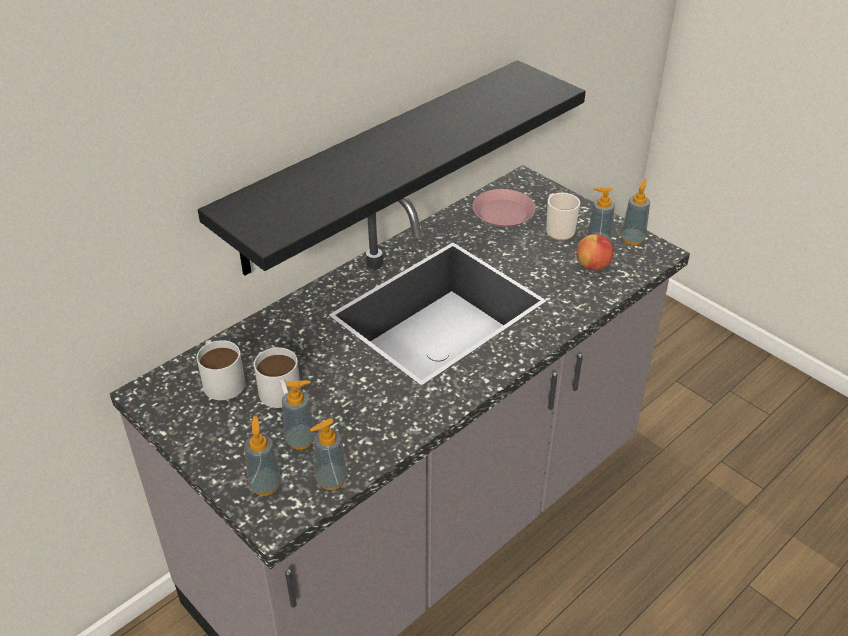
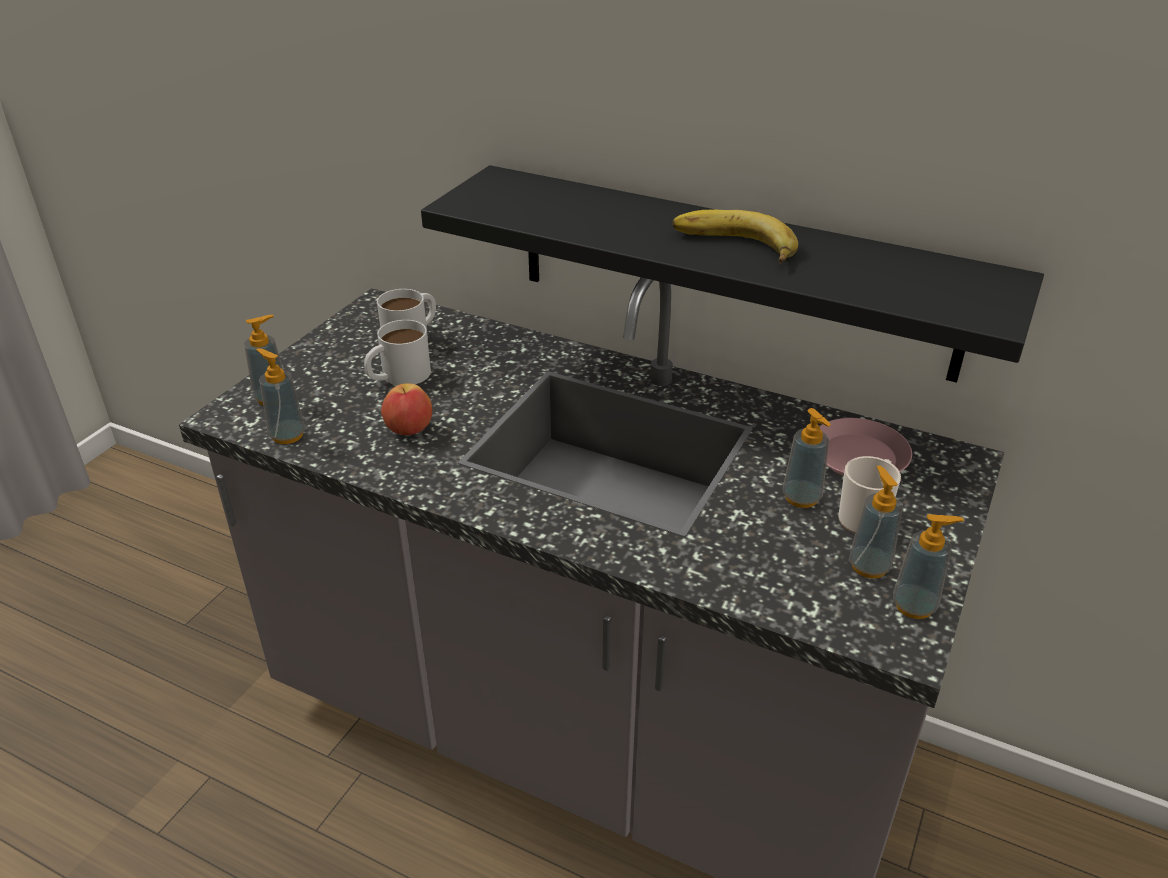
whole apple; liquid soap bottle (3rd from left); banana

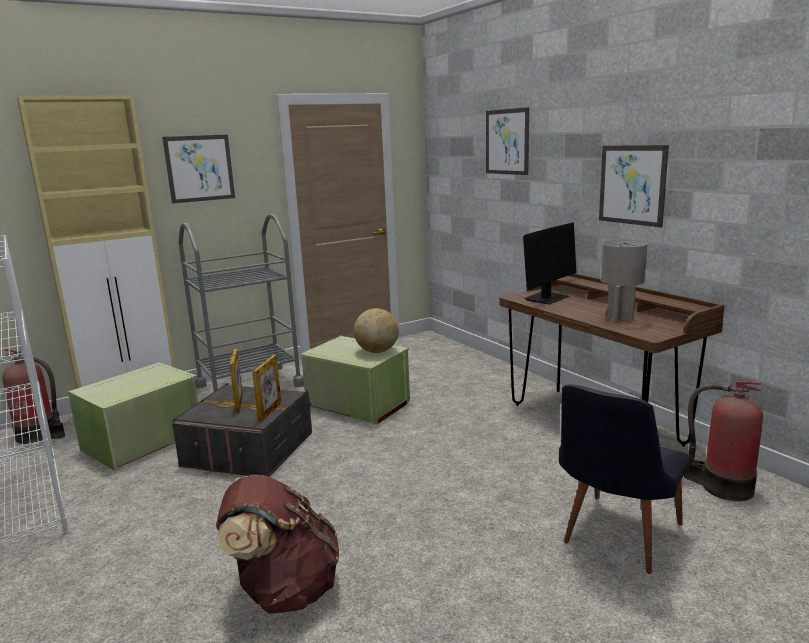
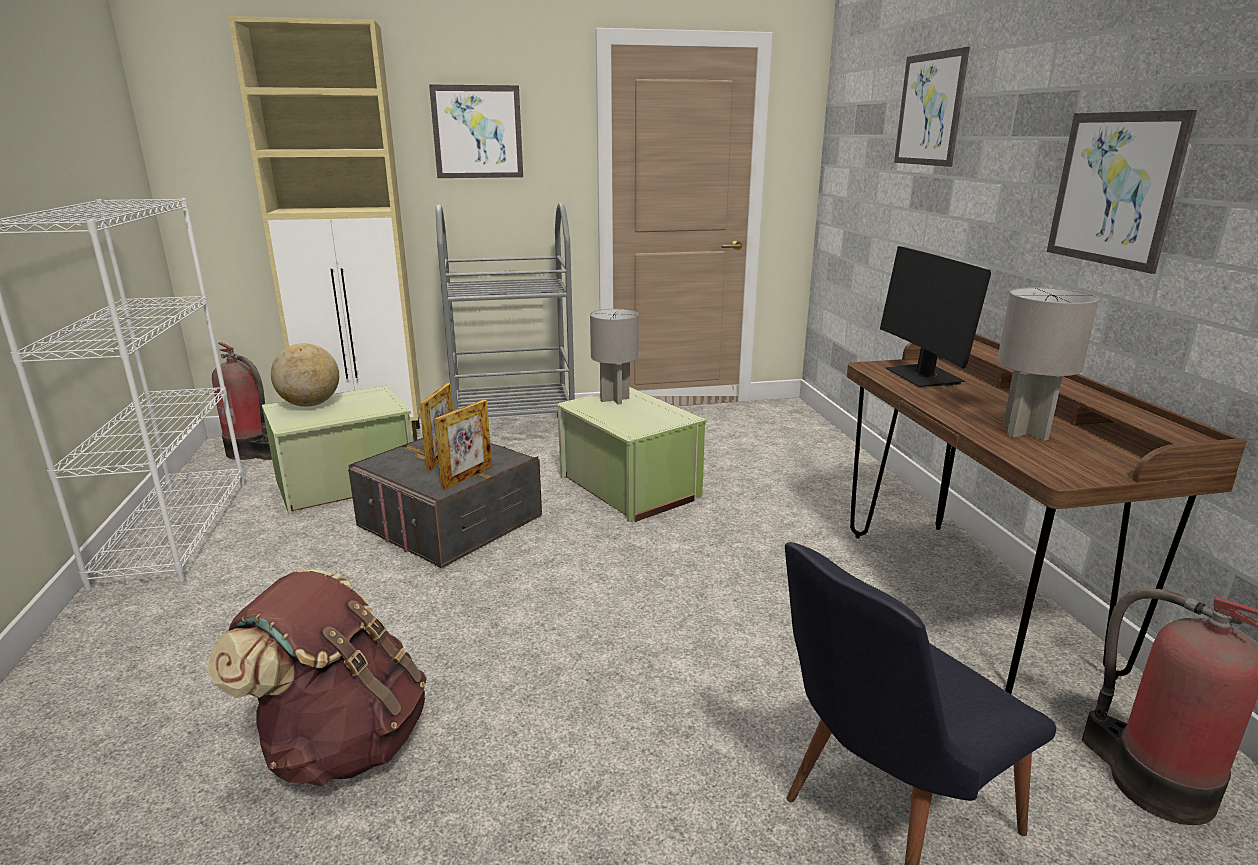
computer display; globe; gray table lamp (1st from left)

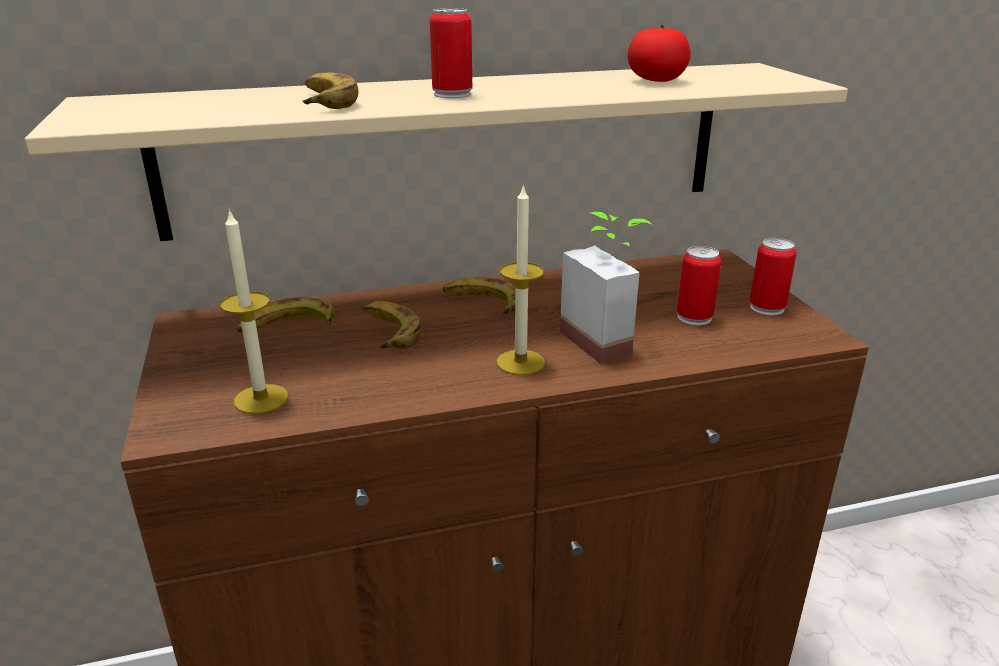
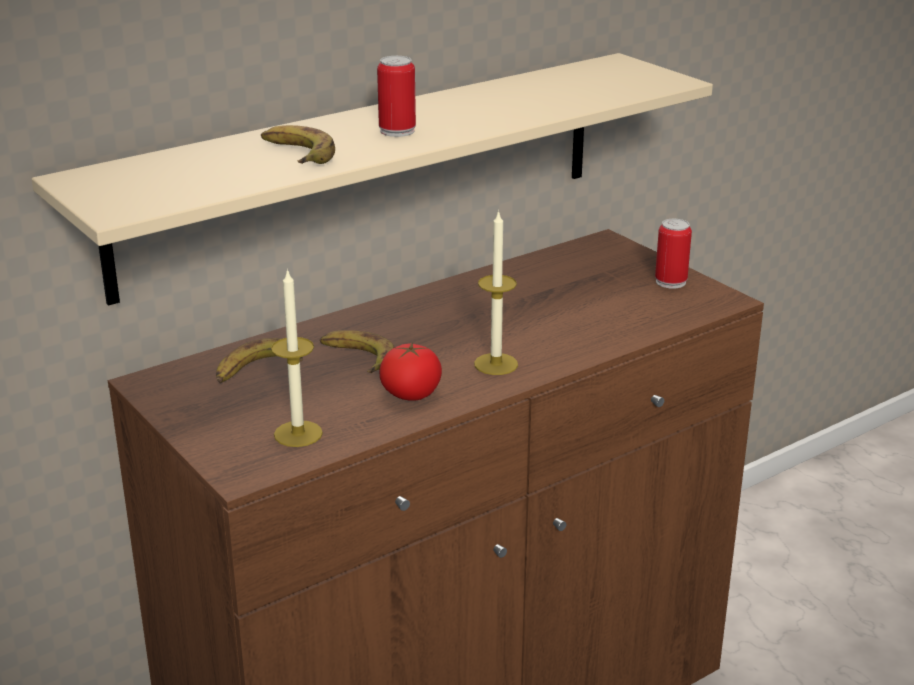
tomato; potted plant; metal can (2nd from left in the first image); banana (4th from left in the first image)

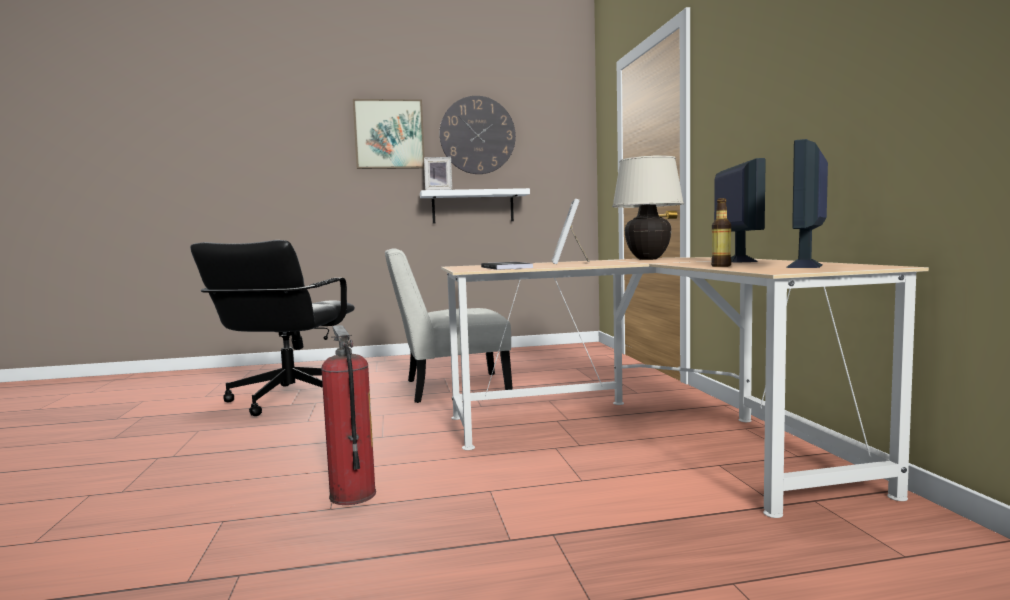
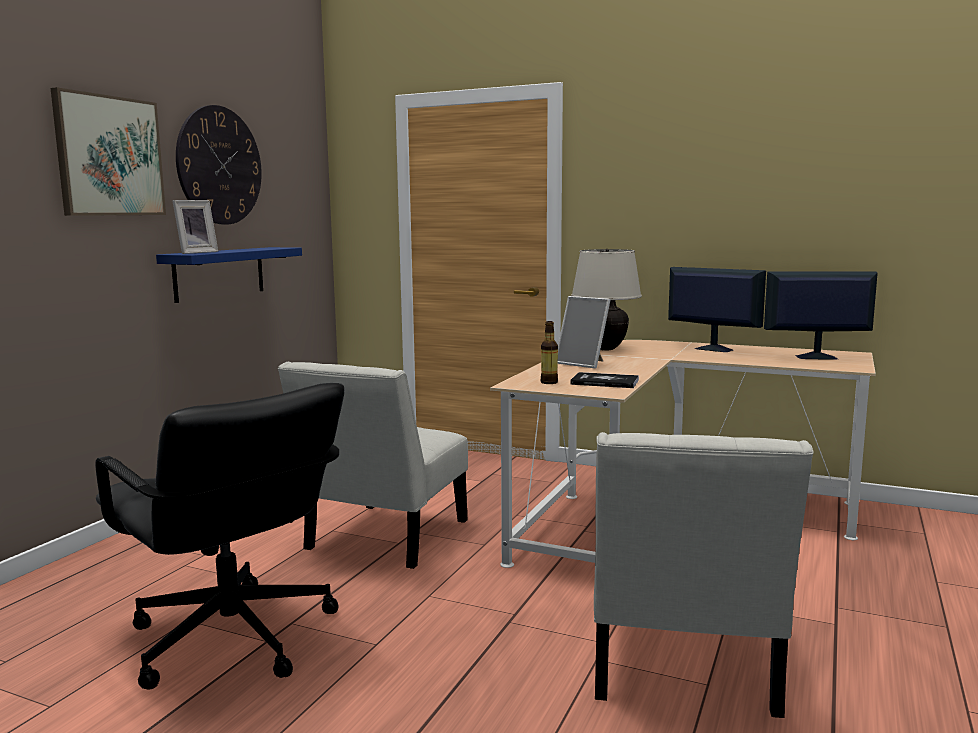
computer display (2nd from left); blue-coloured wall shelf; beverage bottle; white plain chair (2nd from left)

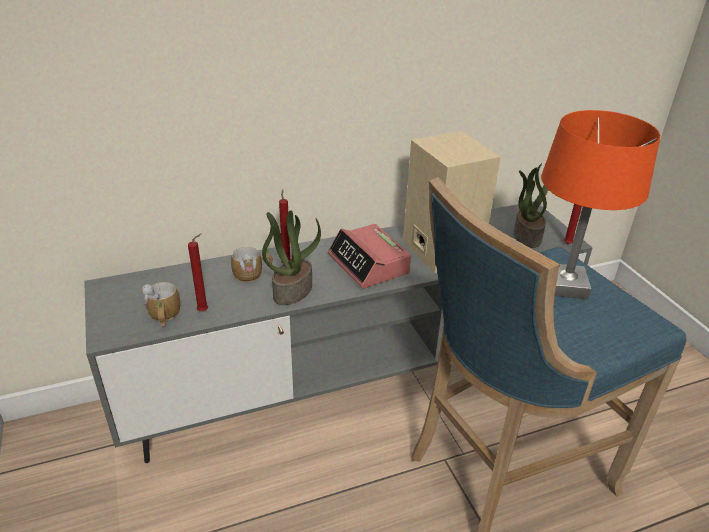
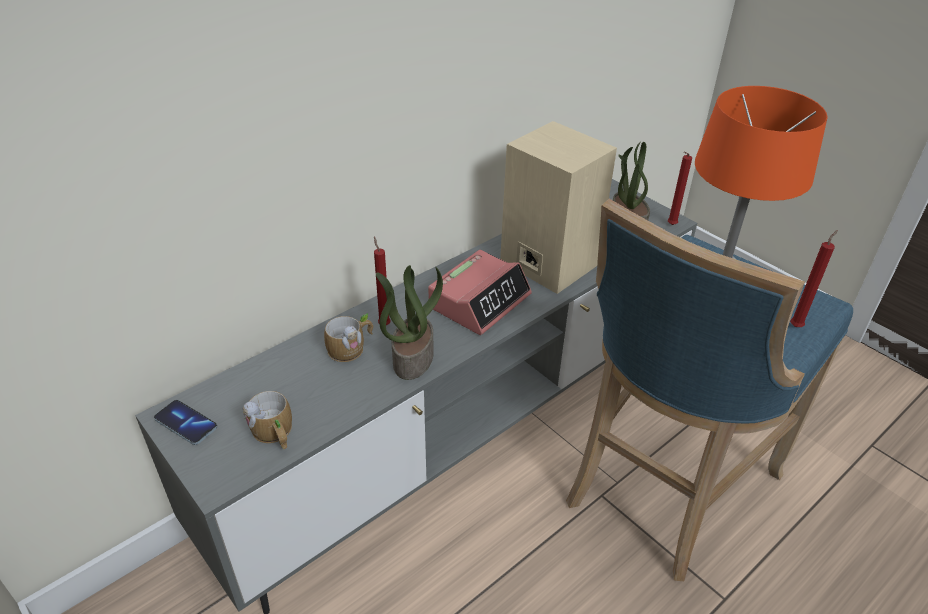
table clock; red candle (3rd from left); phone

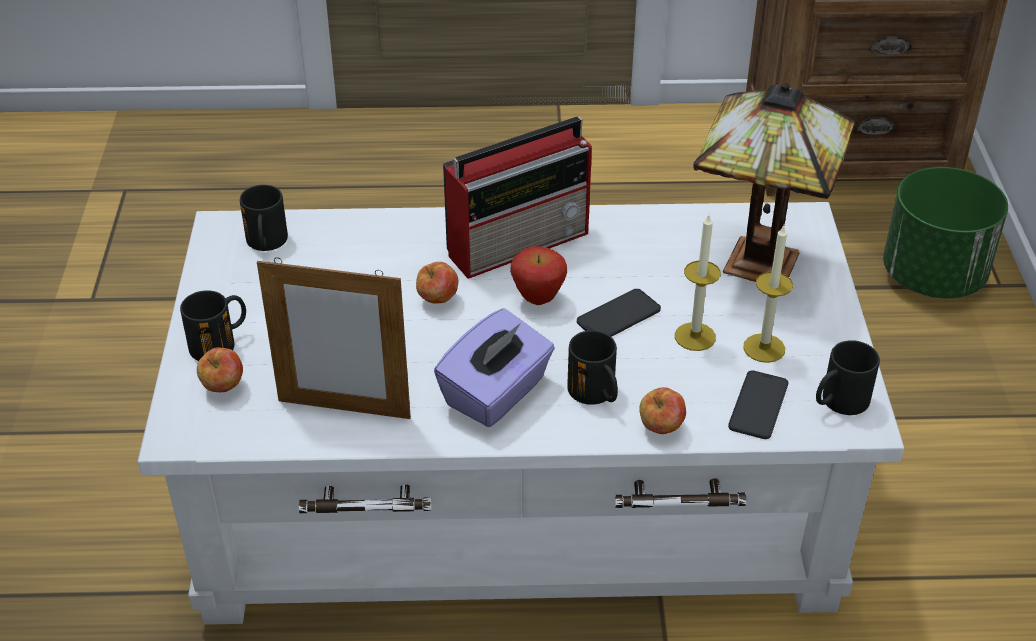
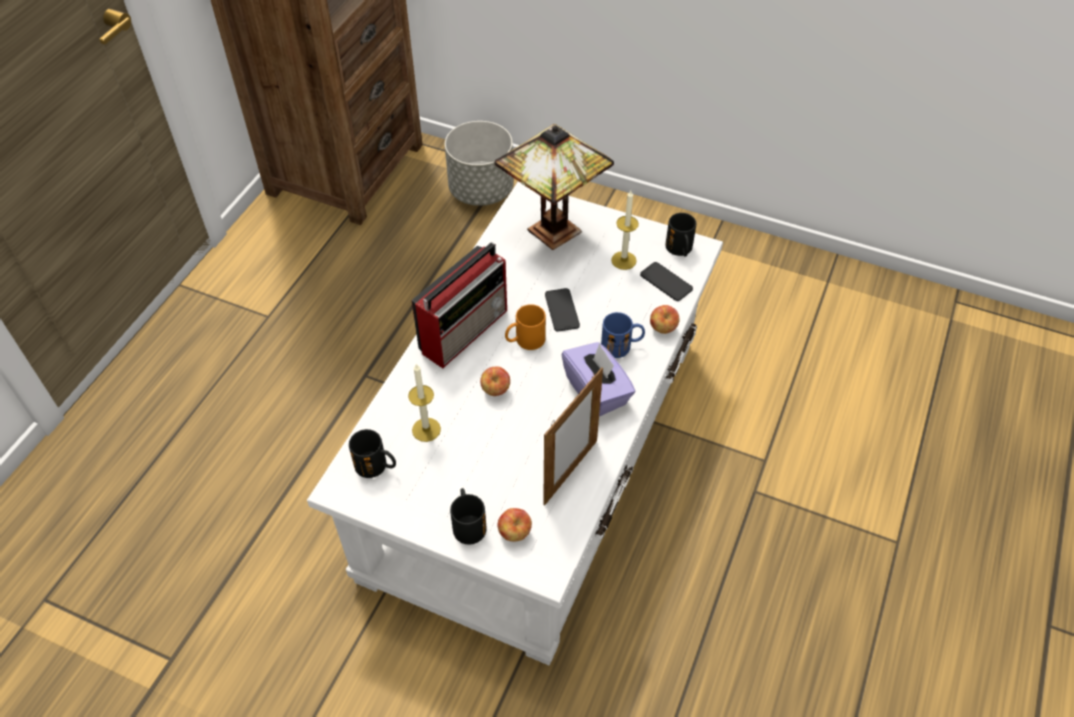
radio receiver; gray flower pot; candle (1st from left); orange mug; blue-coloured mug

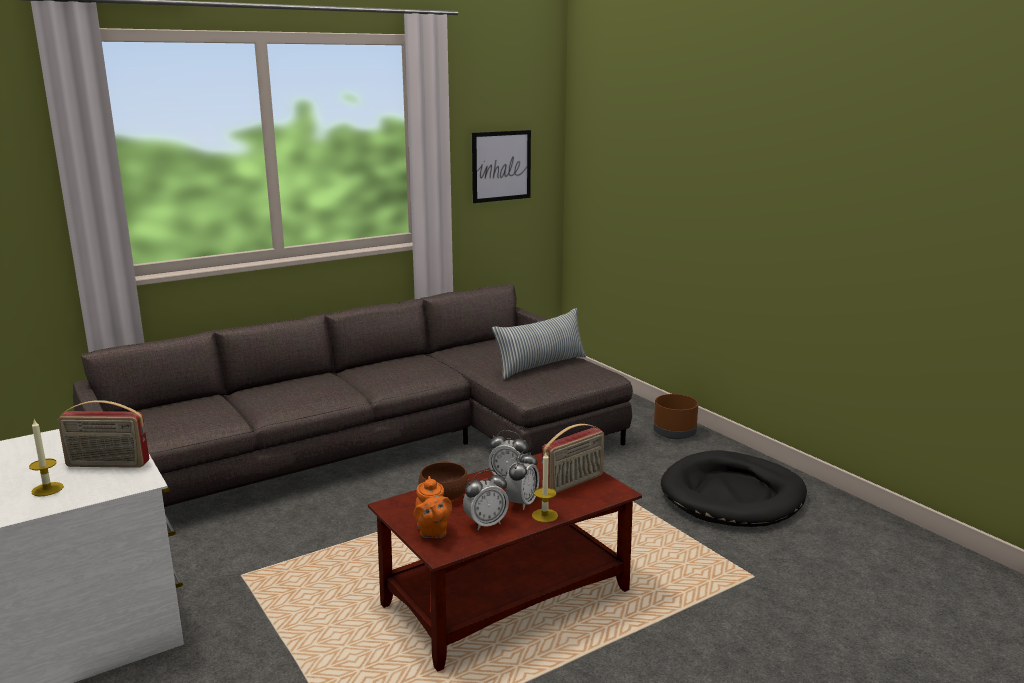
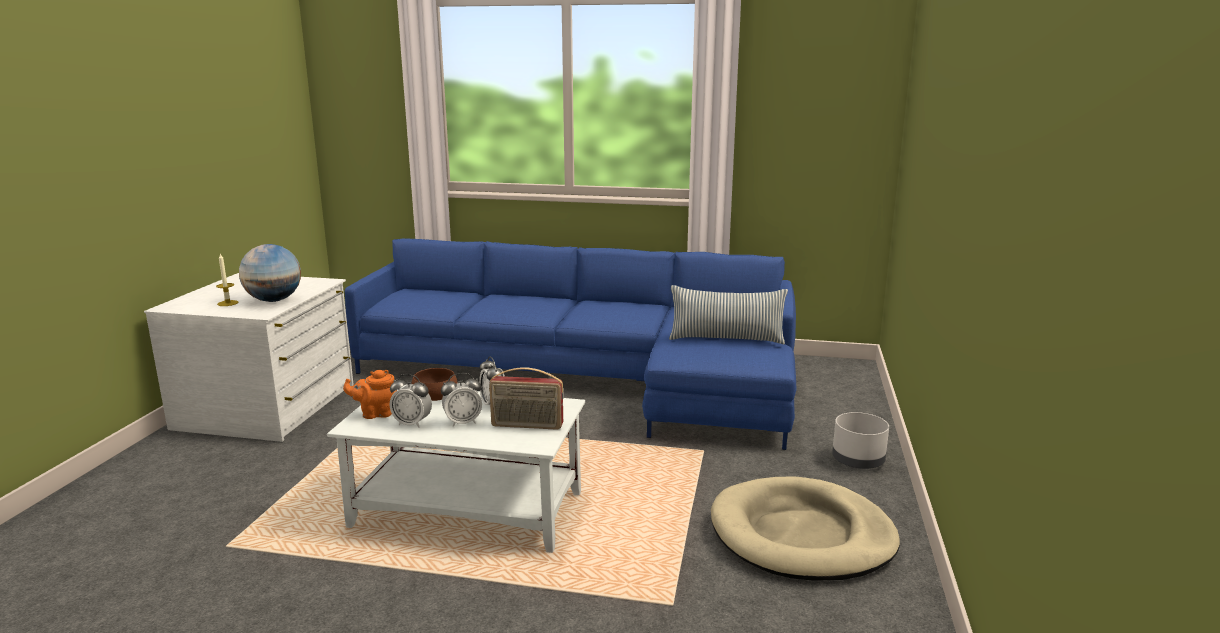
wall art; blue-coloured couch; gray flower pot; globe; beige-coloured dog bed; candle (2nd from left in the first image); white lounge table; orange teapot

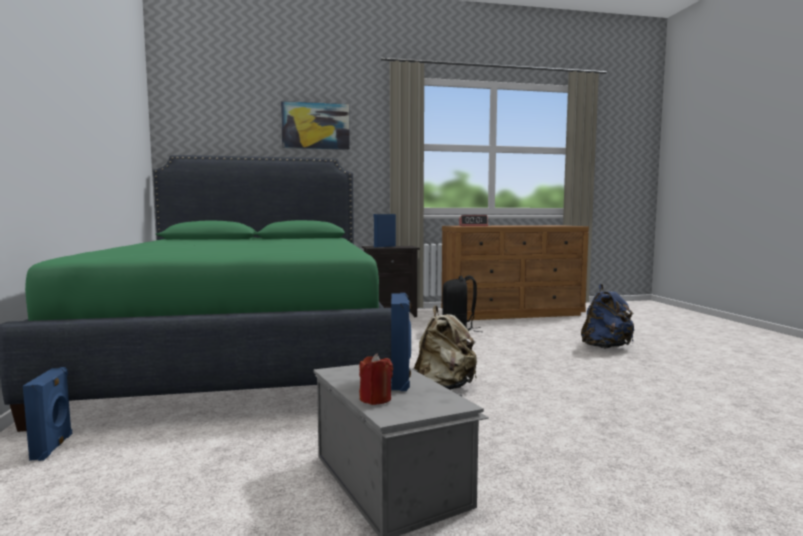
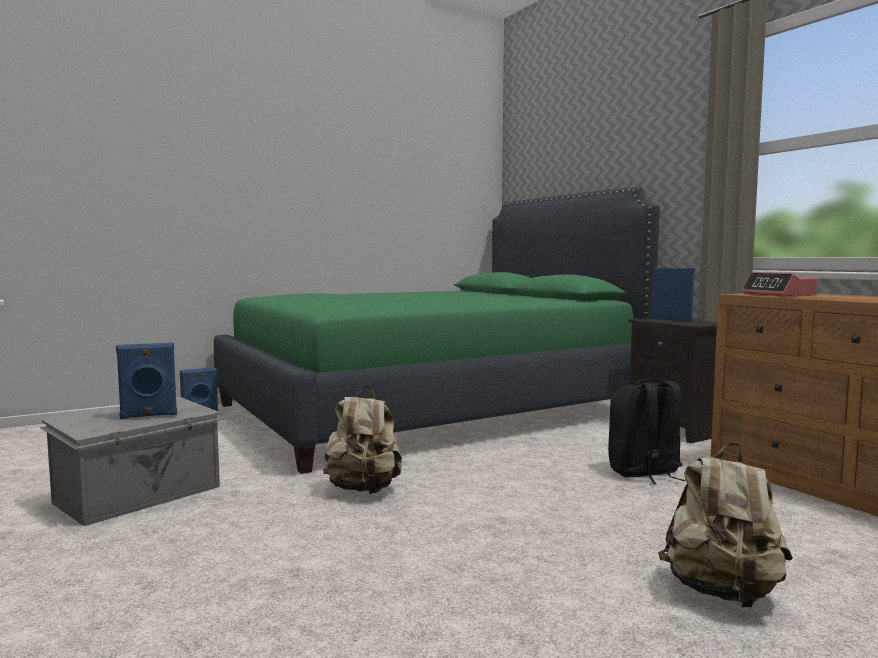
wall art; beige-coloured rucksack (2nd from left); red candle

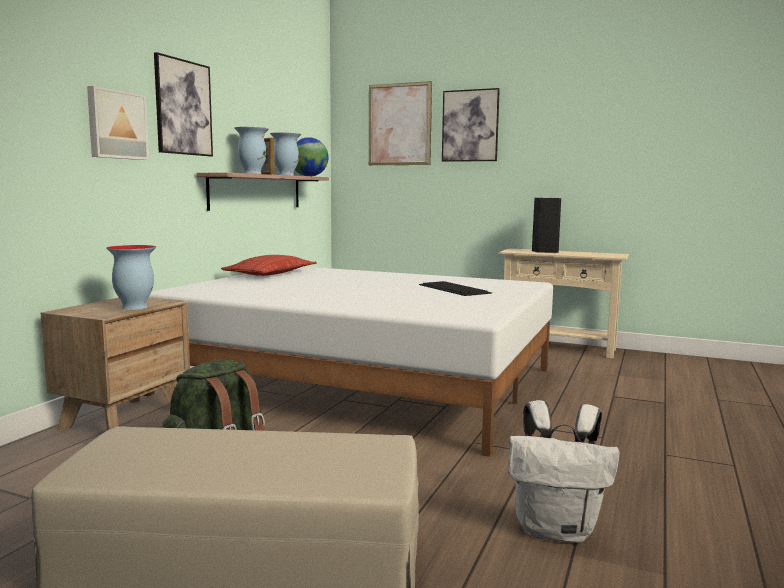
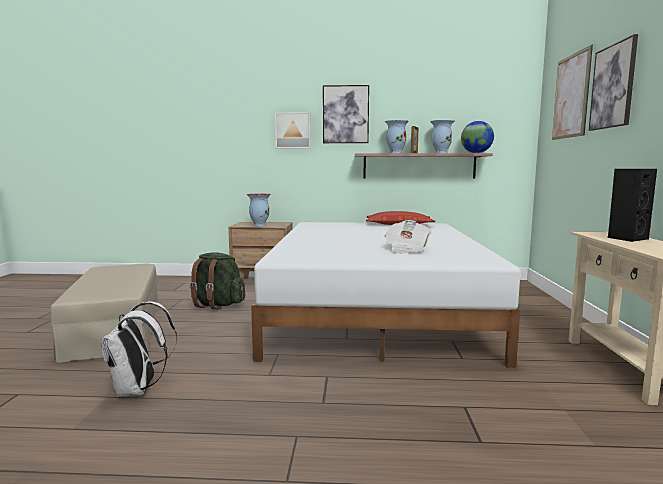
newspaper

